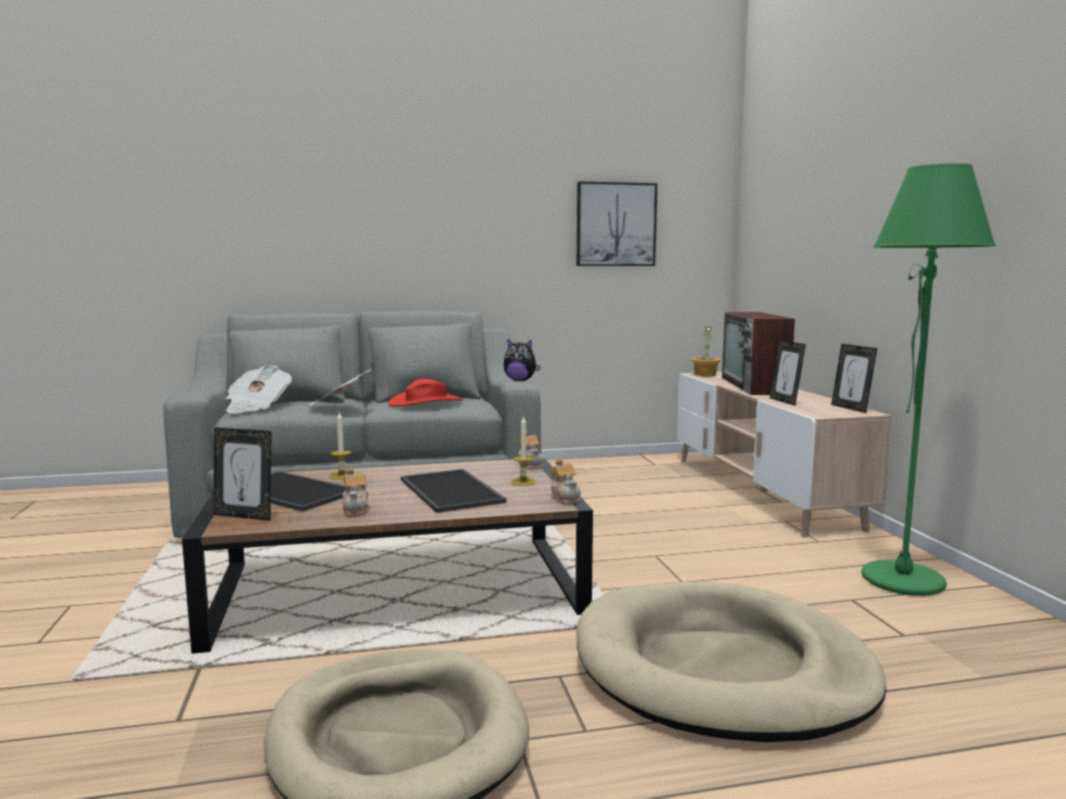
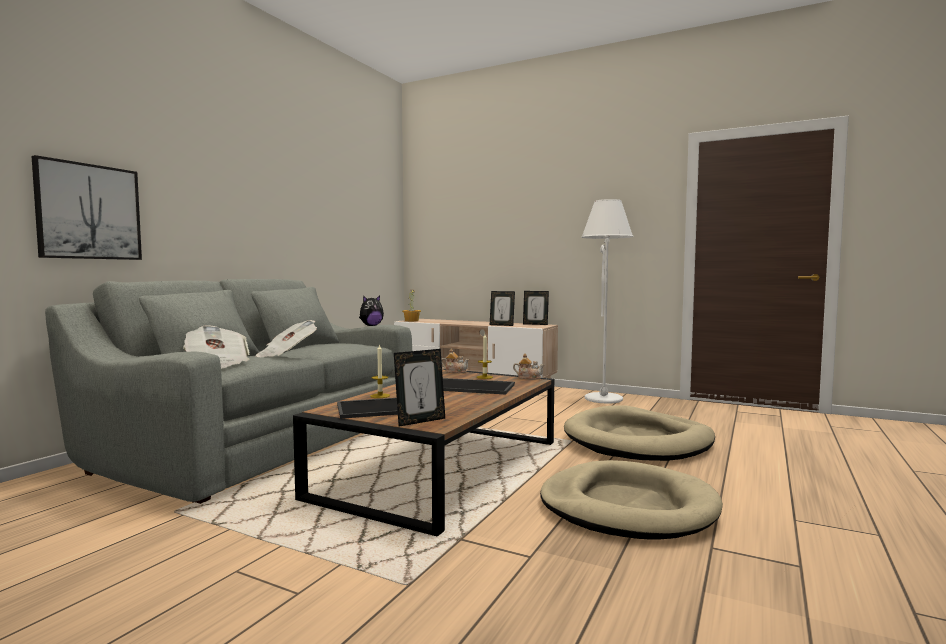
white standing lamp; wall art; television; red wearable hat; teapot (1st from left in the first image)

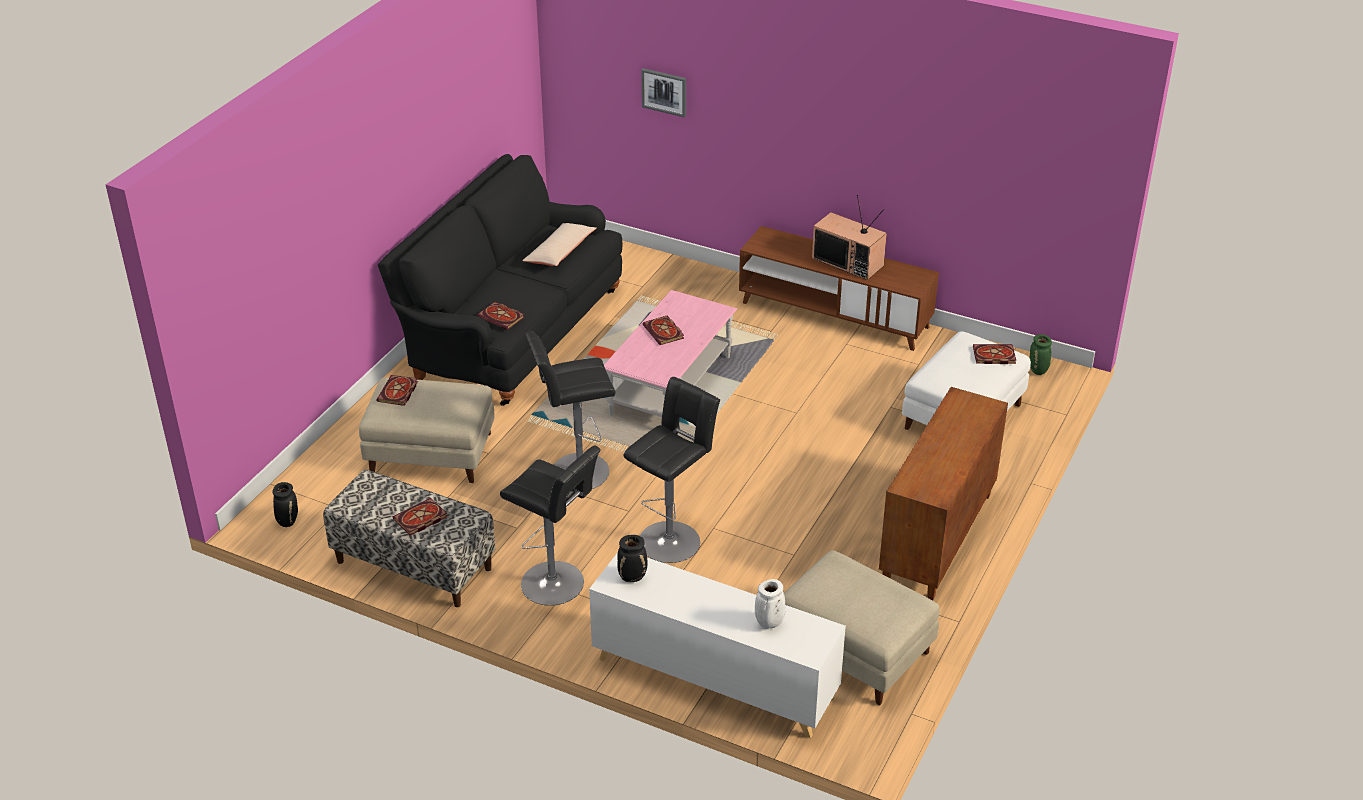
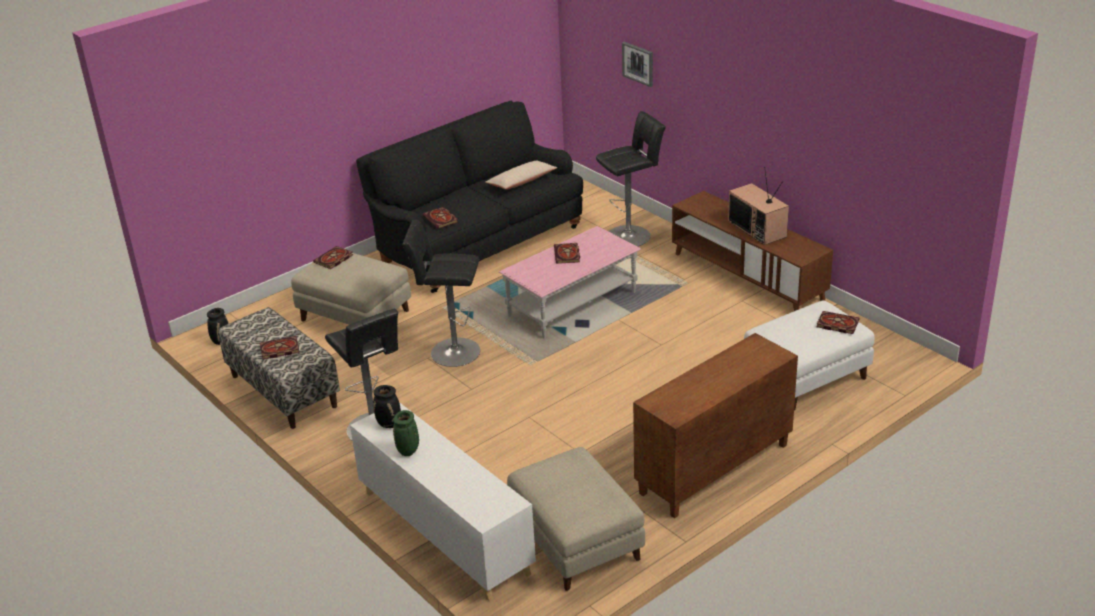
green-coloured decorative vase; blackish stool seat (3rd from left); white decorative vase

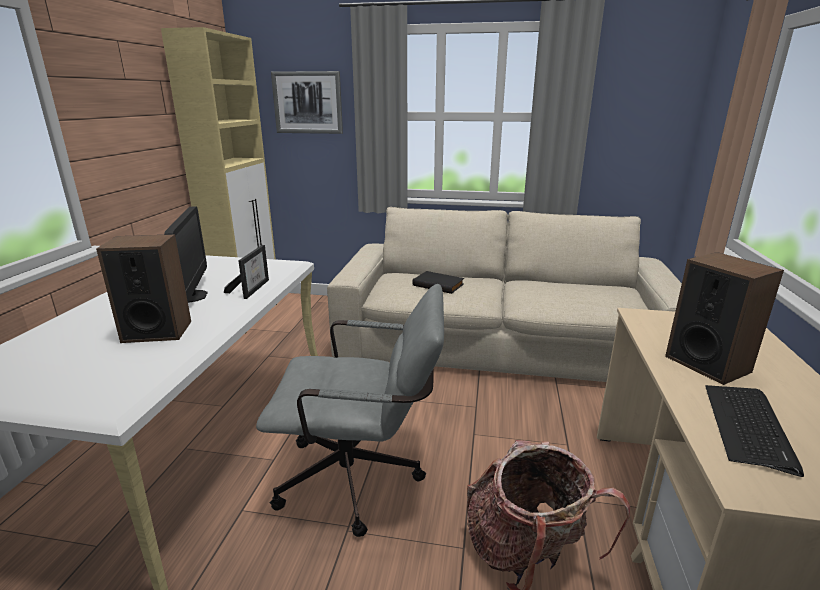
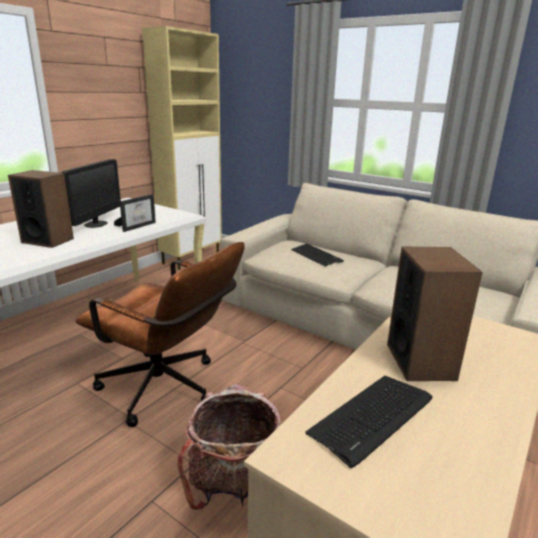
wall art; keyboard (1st from left); brownish computer chair

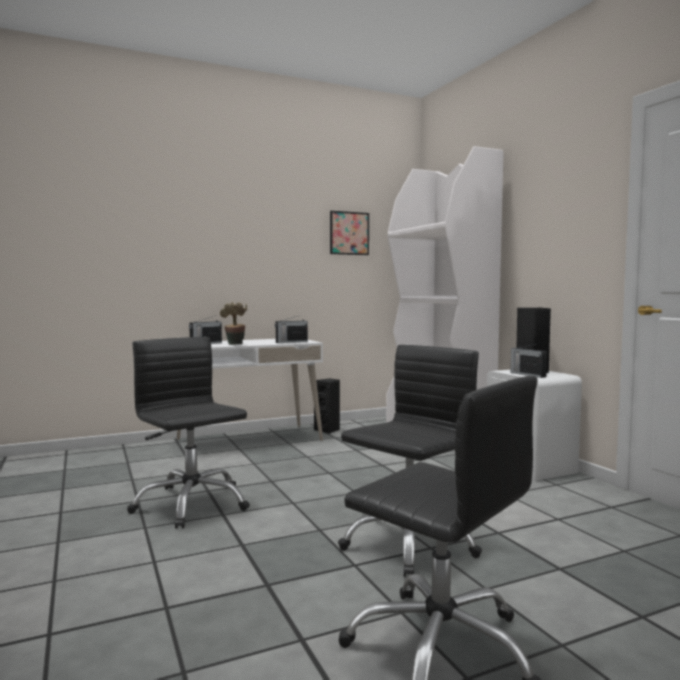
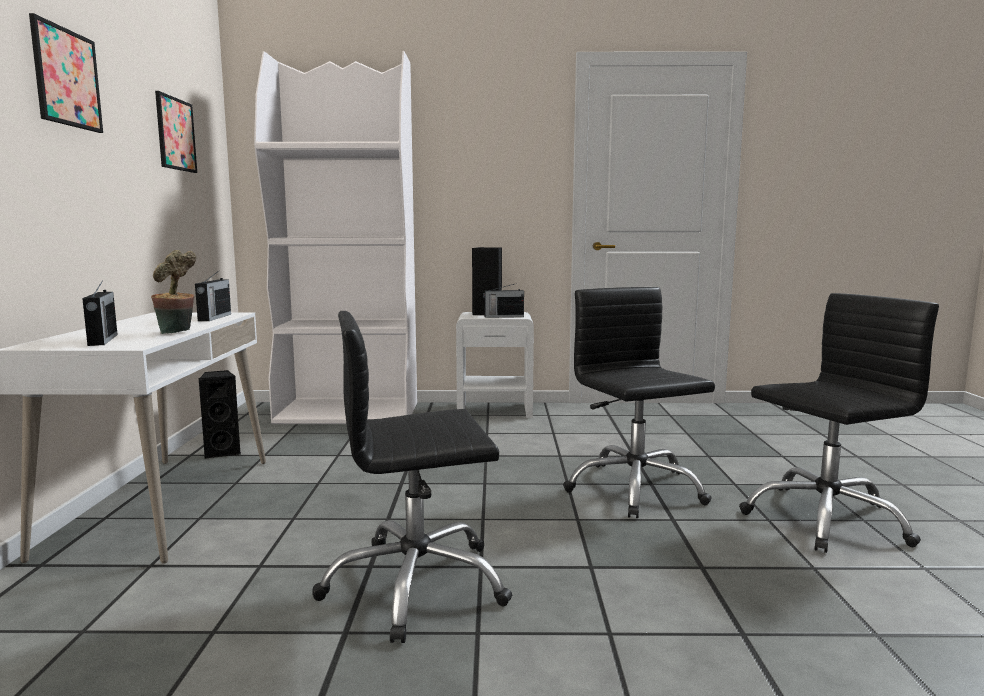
wall art (1st from left)

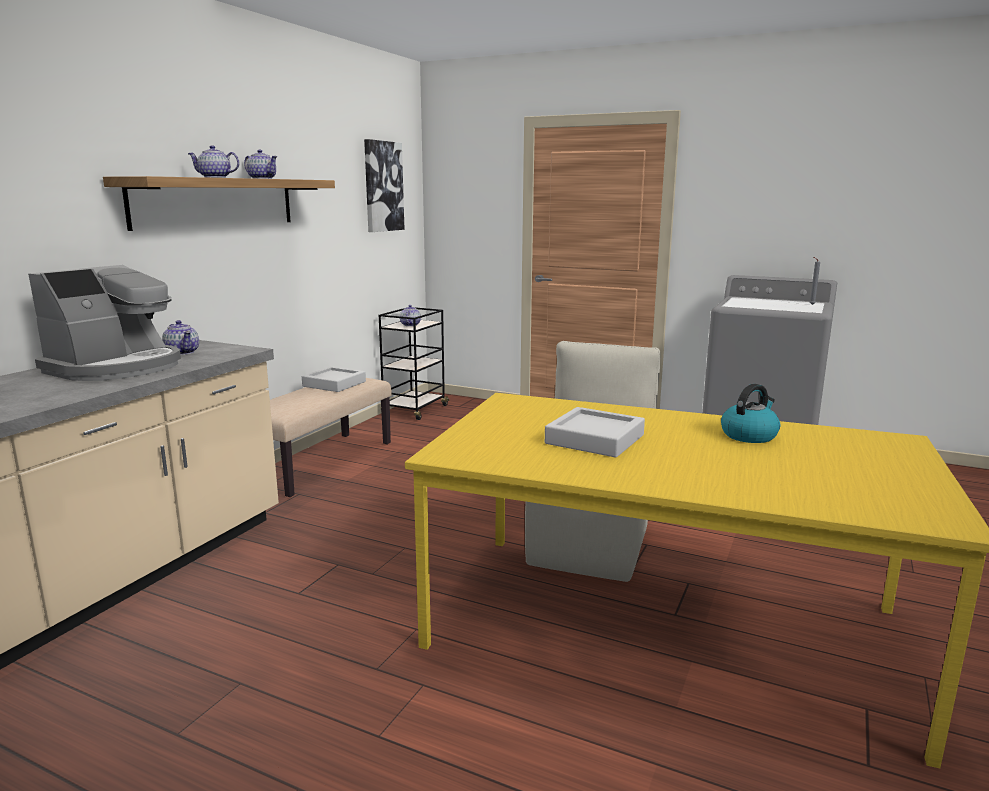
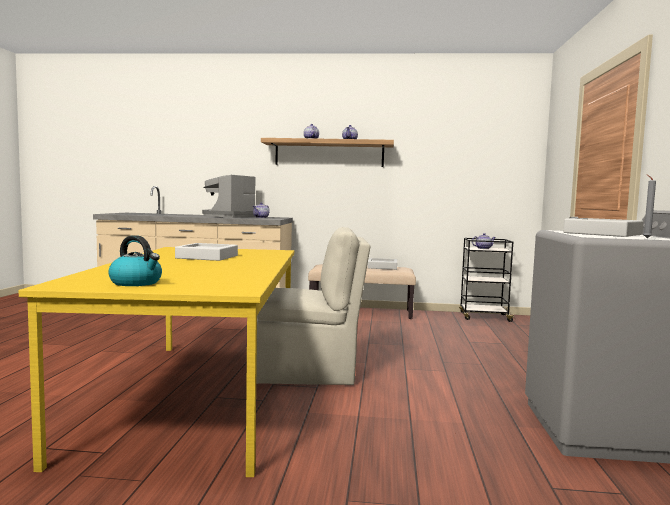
wall art; coffee maker; kettle; gray serving tray (3rd from left)

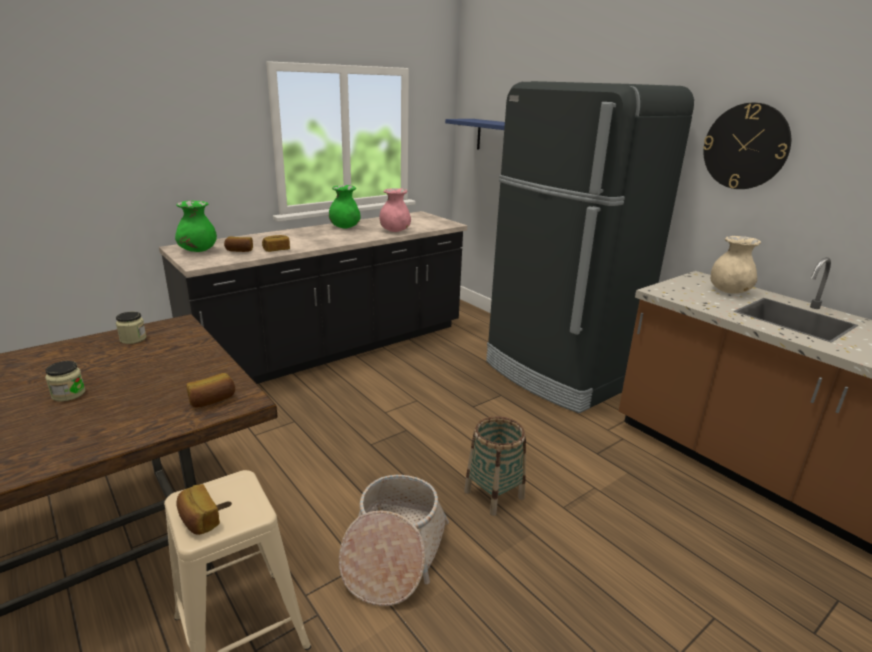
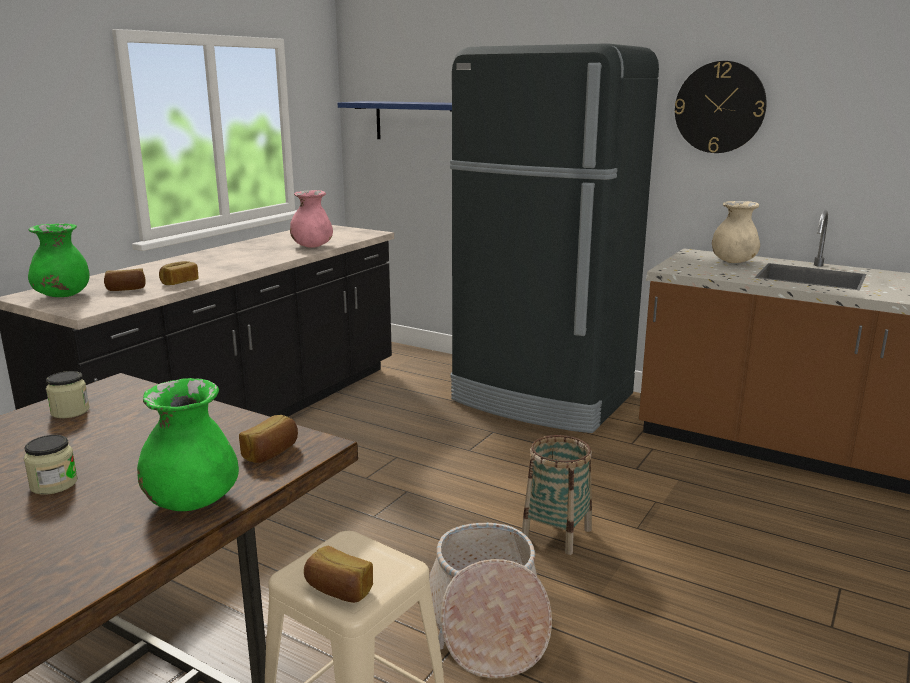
green-coloured decorative vase (2nd from left)

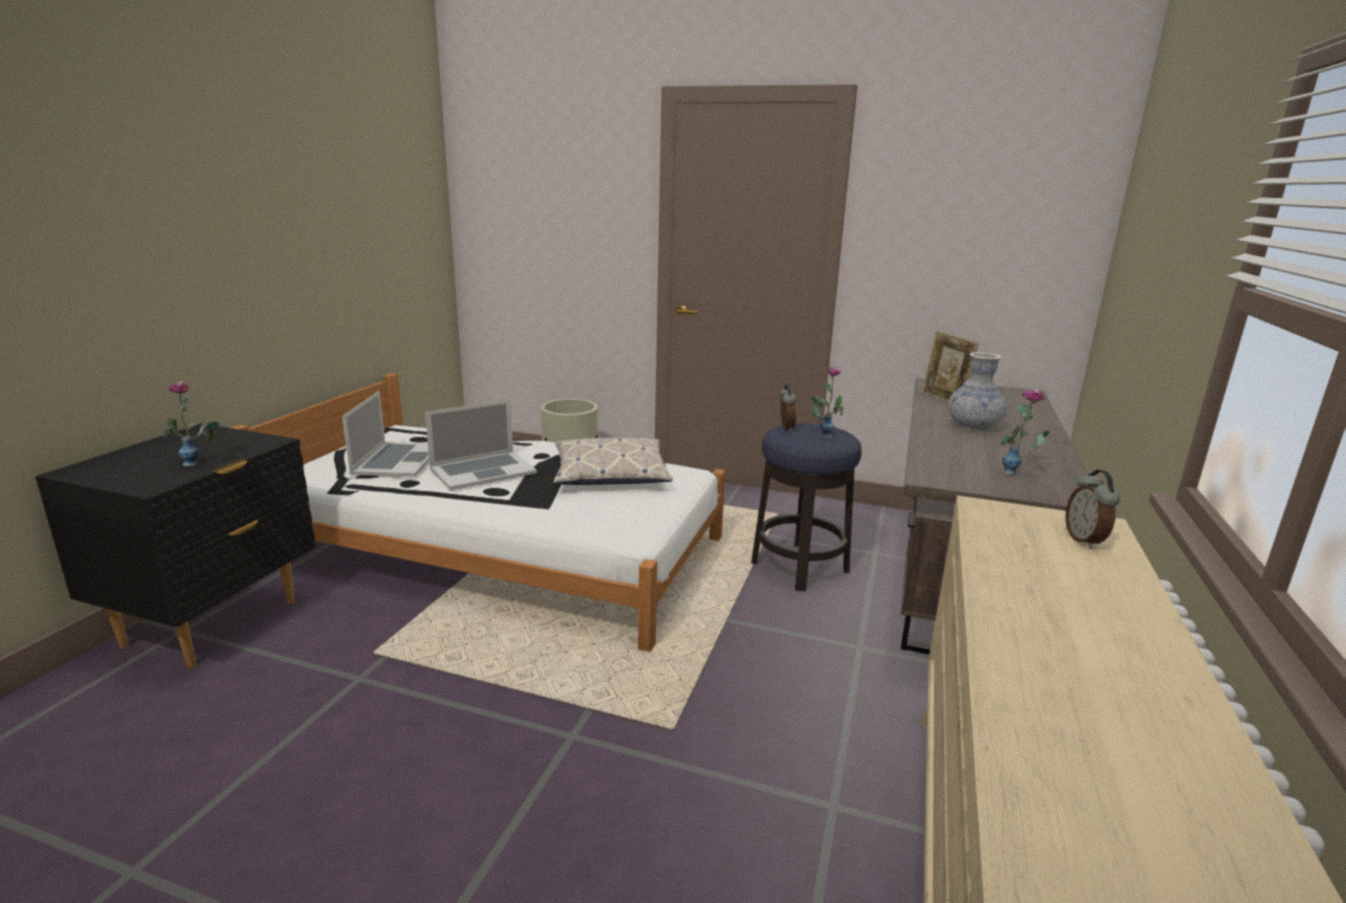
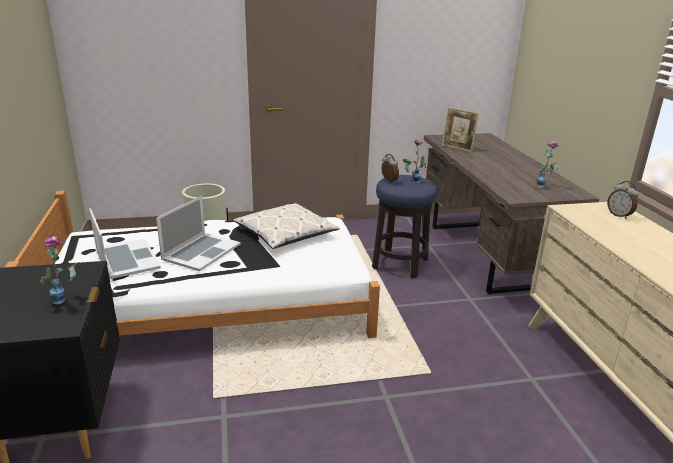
decorative vase (3rd from left in the first image)

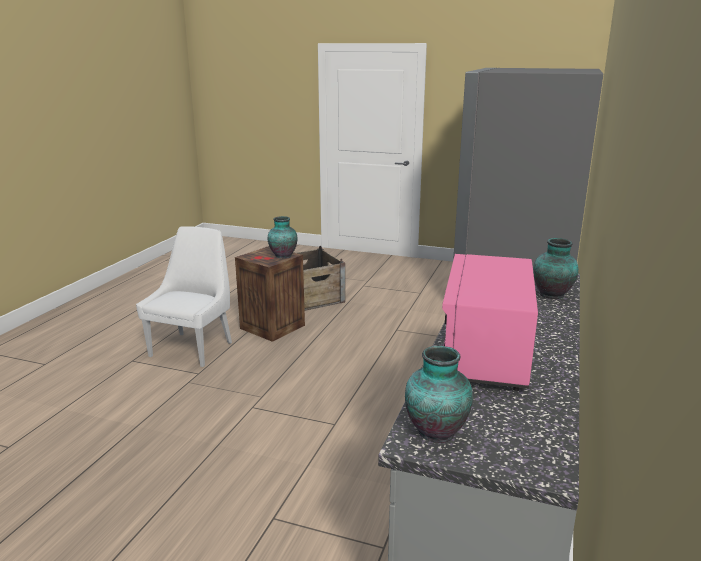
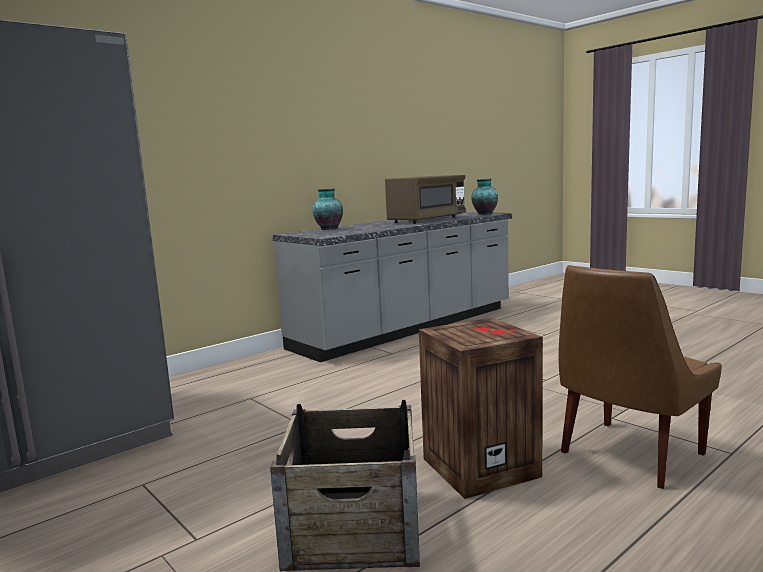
decorative vase (1st from left in the first image); brownish plain chair; brownish microwave oven

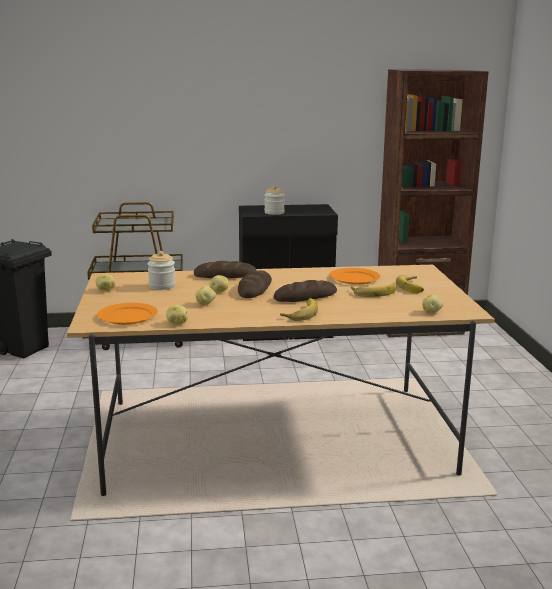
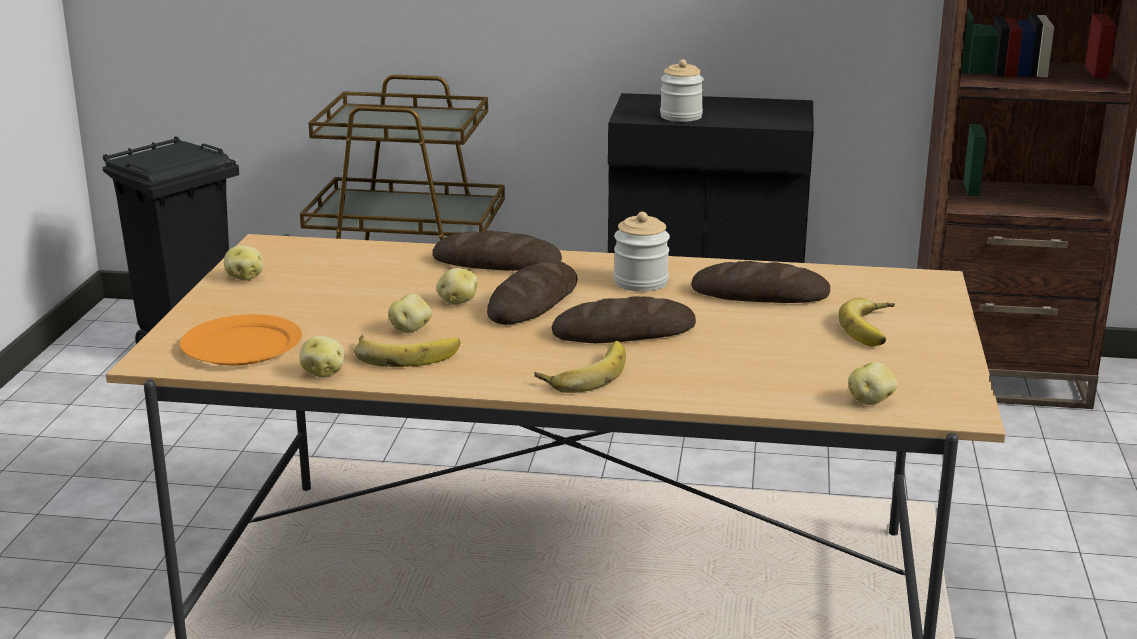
jar (1st from left); bread (4th from left); banana (1st from left)

